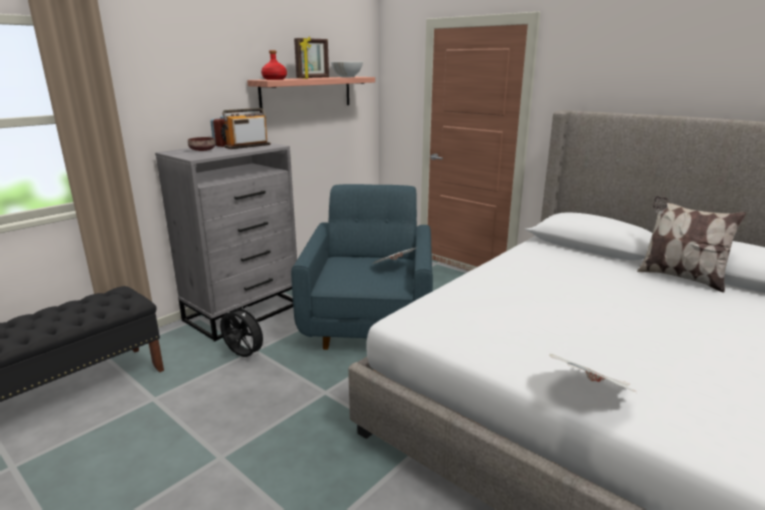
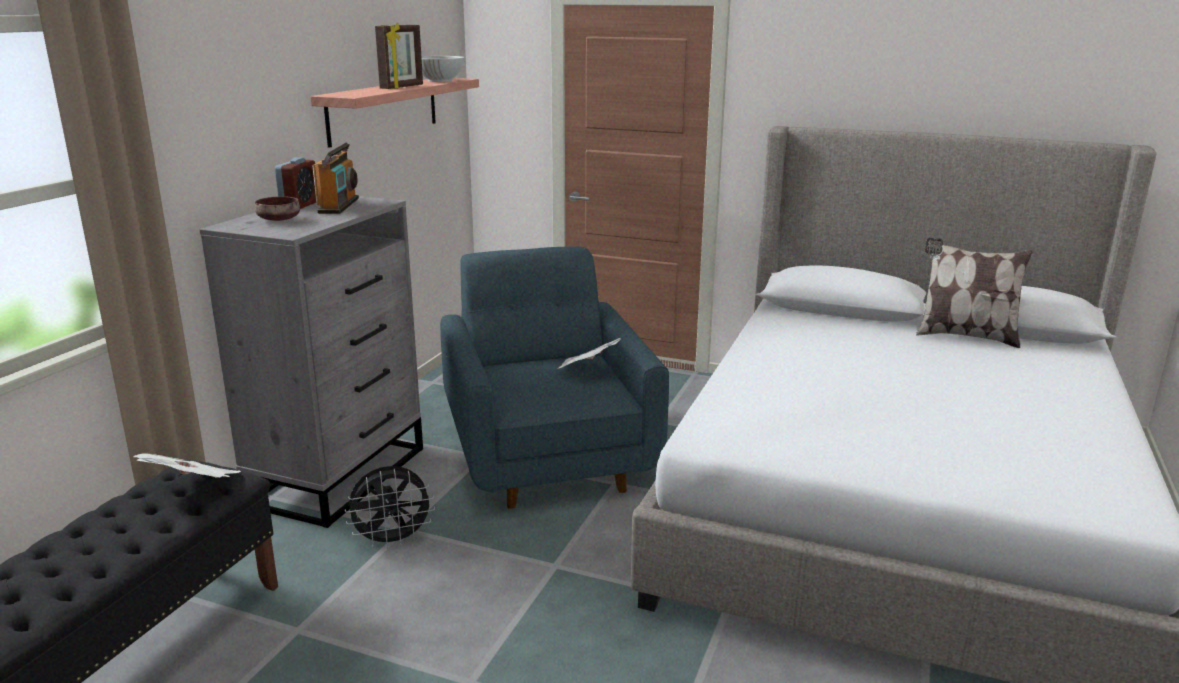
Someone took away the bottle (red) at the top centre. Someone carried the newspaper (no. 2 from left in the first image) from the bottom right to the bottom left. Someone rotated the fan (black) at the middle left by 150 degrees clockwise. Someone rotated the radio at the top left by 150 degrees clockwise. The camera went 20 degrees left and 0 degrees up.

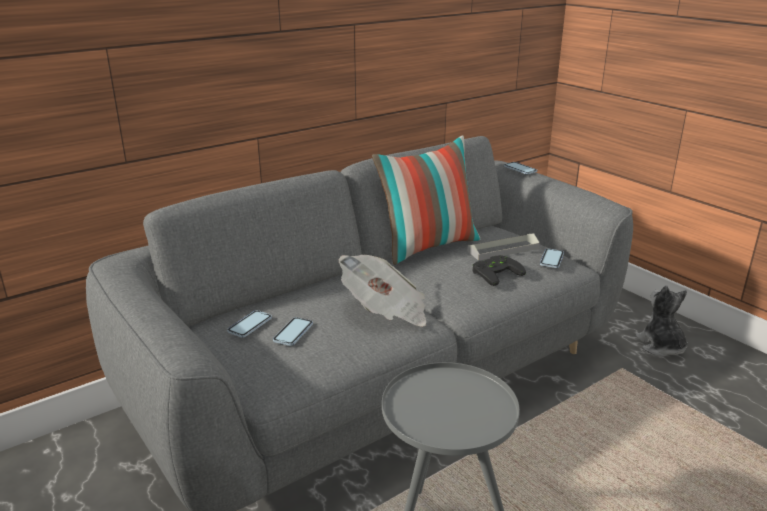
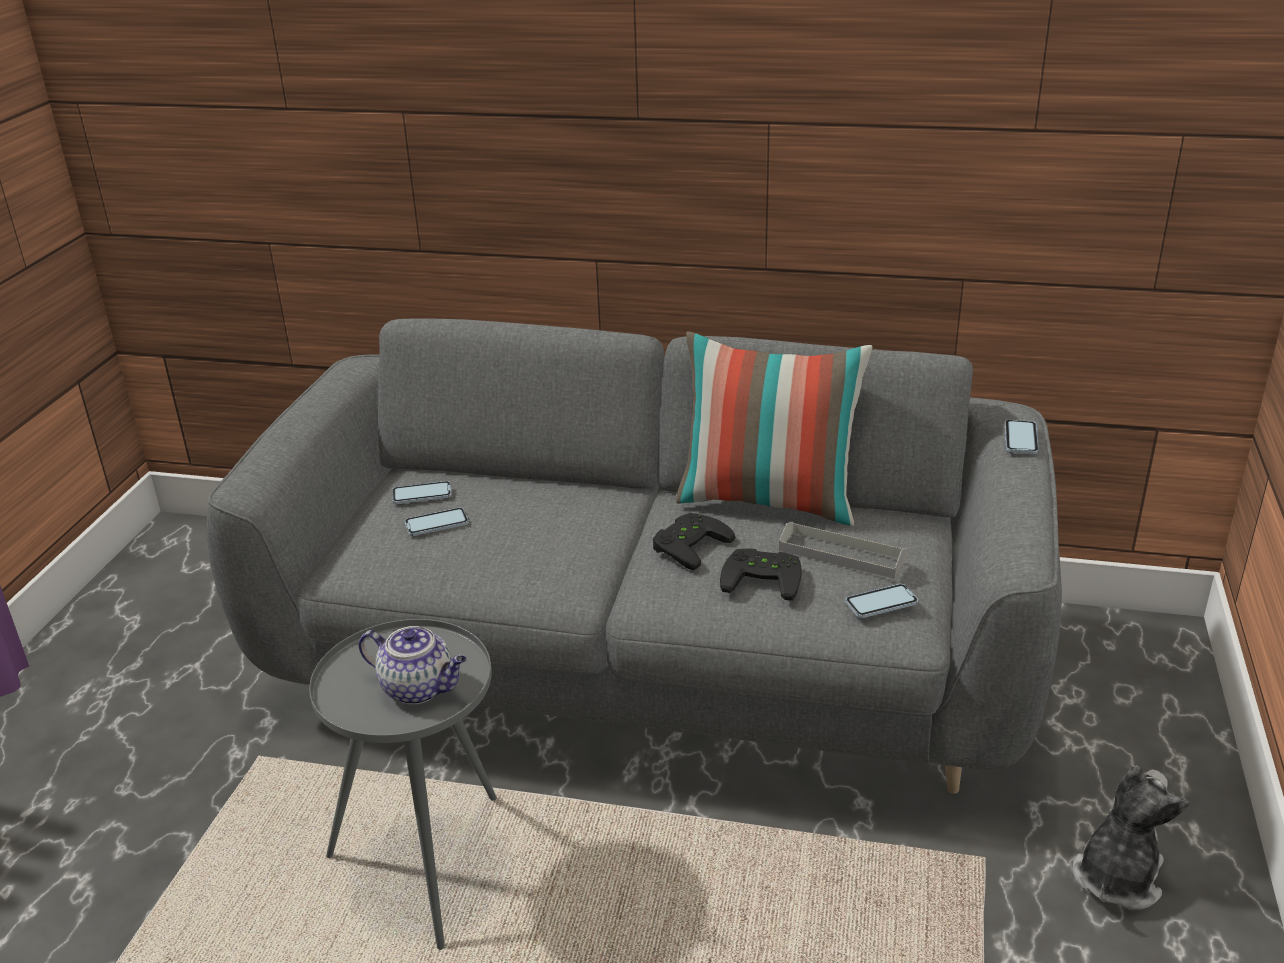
Someone took away the newspaper at the centre. Someone put down the teapot at the bottom left. Someone put down the game controller (black) (no. 1 from left) at the centre. The camera went 50 degrees right and 5 degrees up.

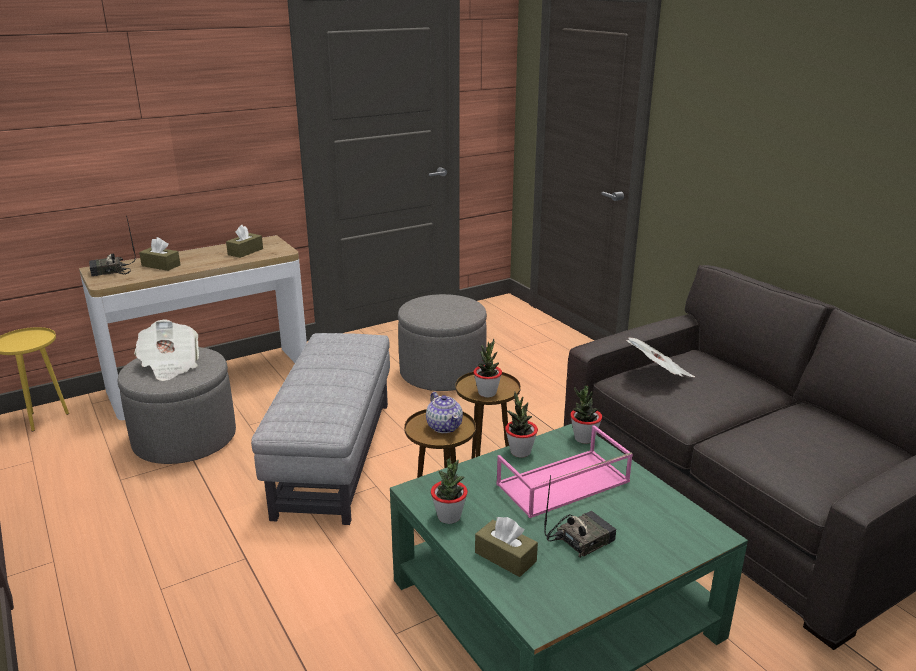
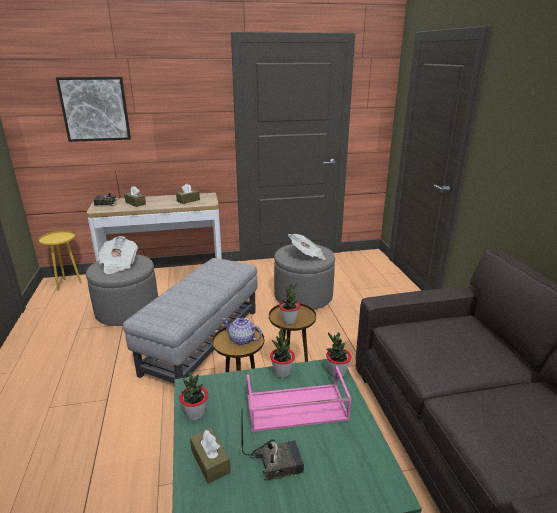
Someone put up the picture at the top left. Someone carried the newspaper (no. 2 from left) from the middle right to the centre. Someone rotated the teapot at the centre by 120 degrees clockwise. The camera went 20 degrees right and 0 degrees up.

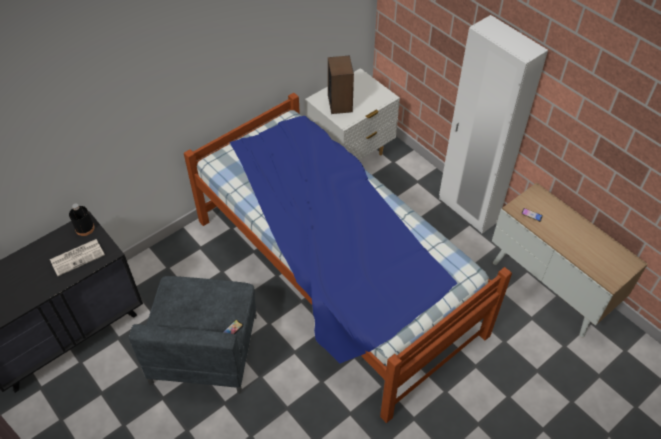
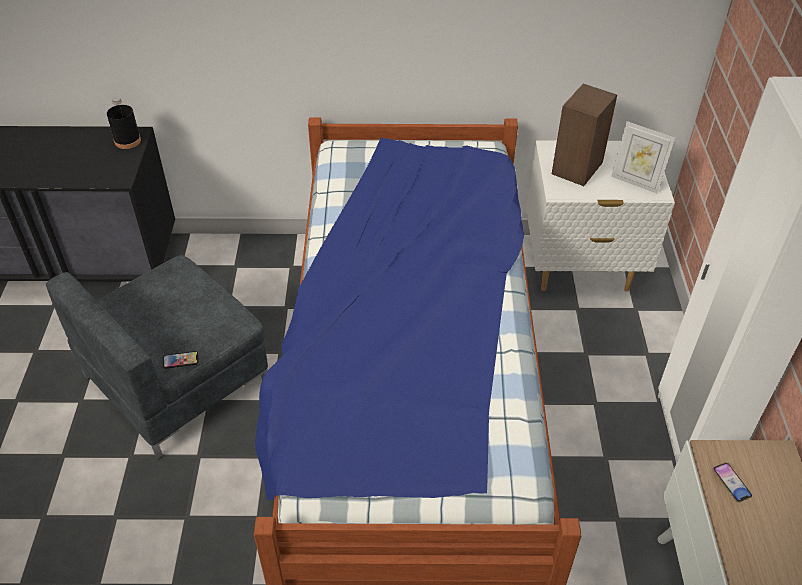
Someone took away the newspaper at the middle left. Someone put down the picture frame at the top right. The camera went 40 degrees right and 5 degrees down.

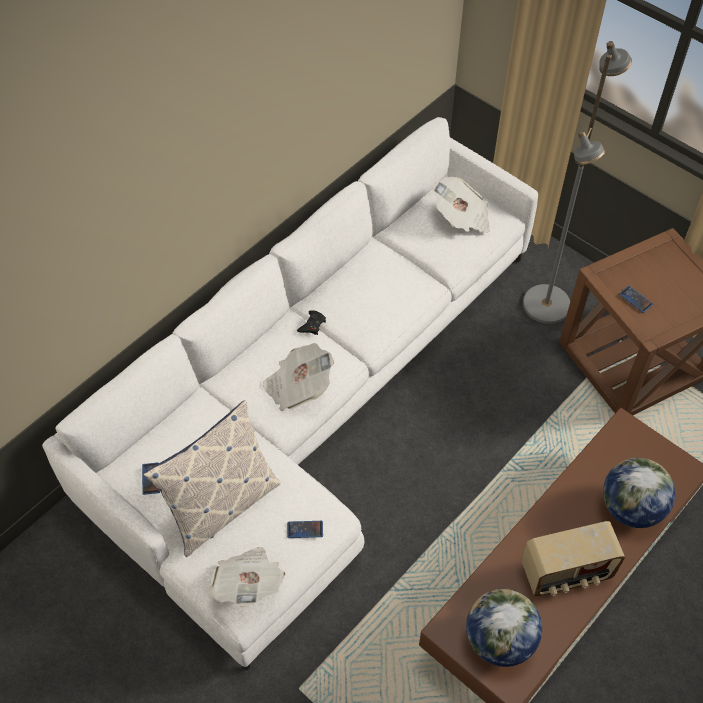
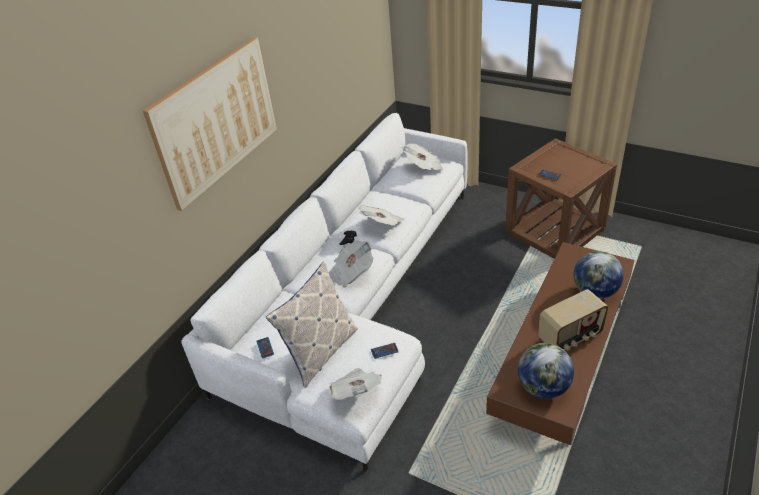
Someone took away the floor lamp (grey) at the top right. Someone put up the picture at the top left. Someone put down the newspaper (no. 3 from left) at the centre. The camera went 10 degrees left and 15 degrees down.

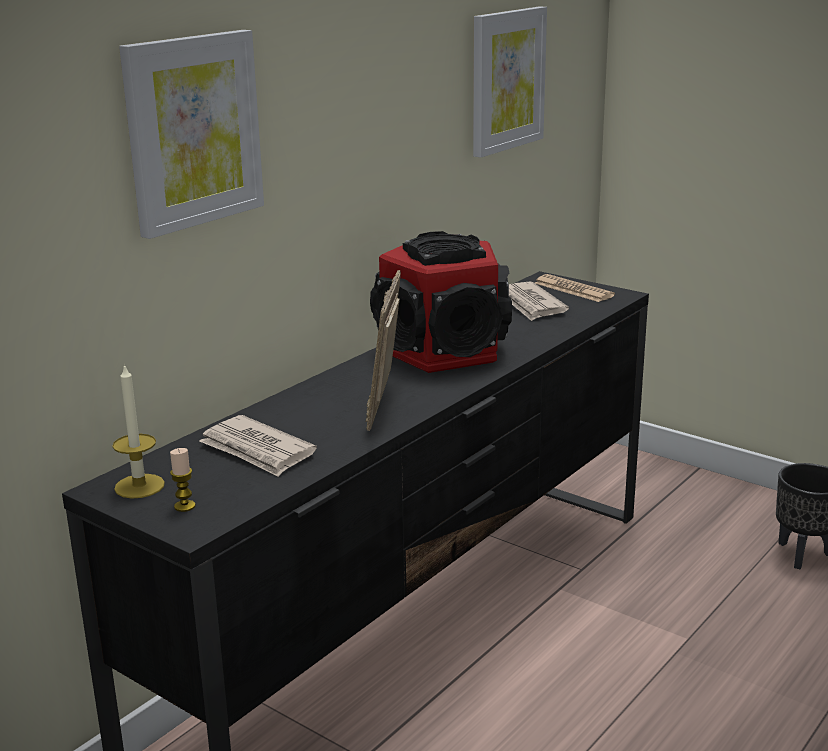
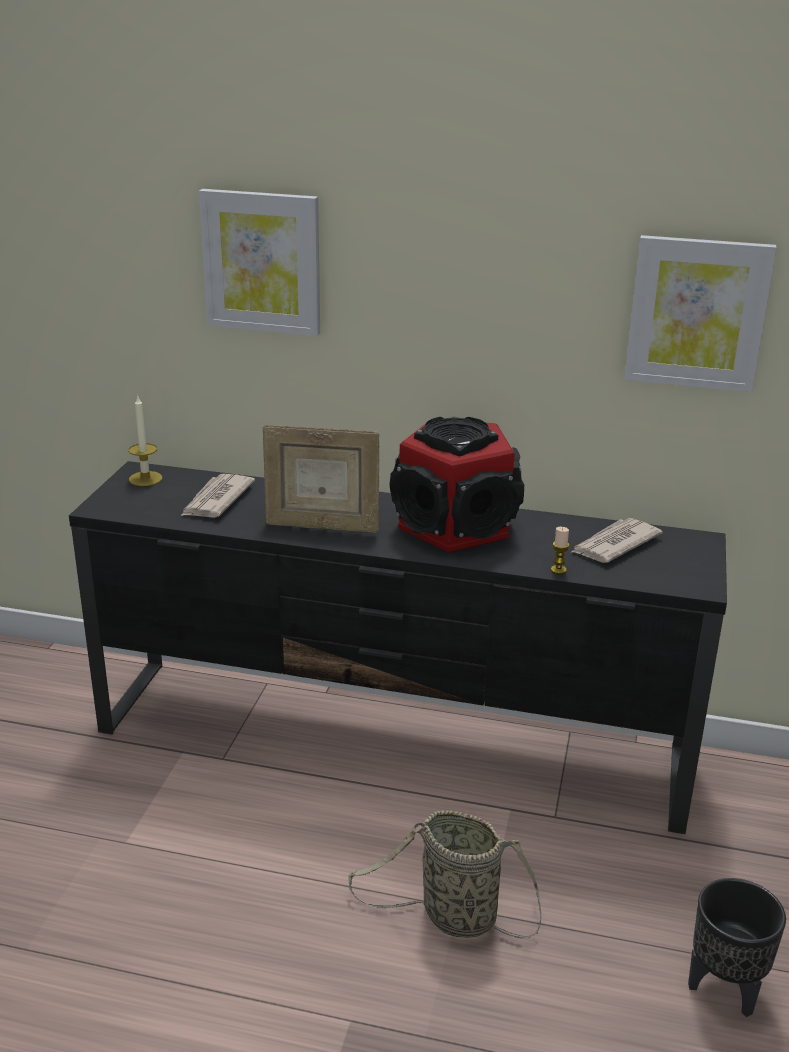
Someone took away the newspaper (no. 3 from left) at the middle right. Someone put down the basket at the bottom centre. Someone carried the candle (no. 2 from left) from the middle left to the middle right. Someone rotated the picture frame at the centre by 150 degrees counterclockwise. The camera went 65 degrees right and 5 degrees up.

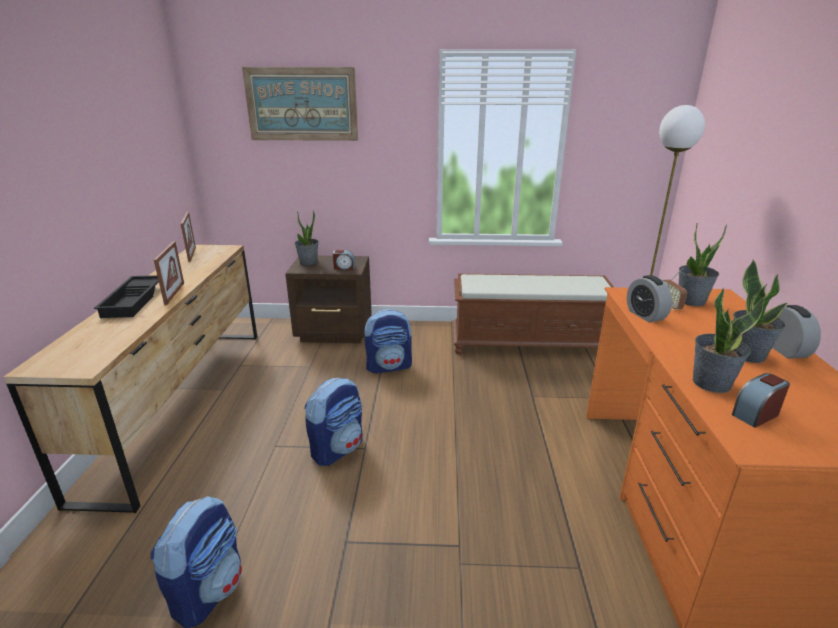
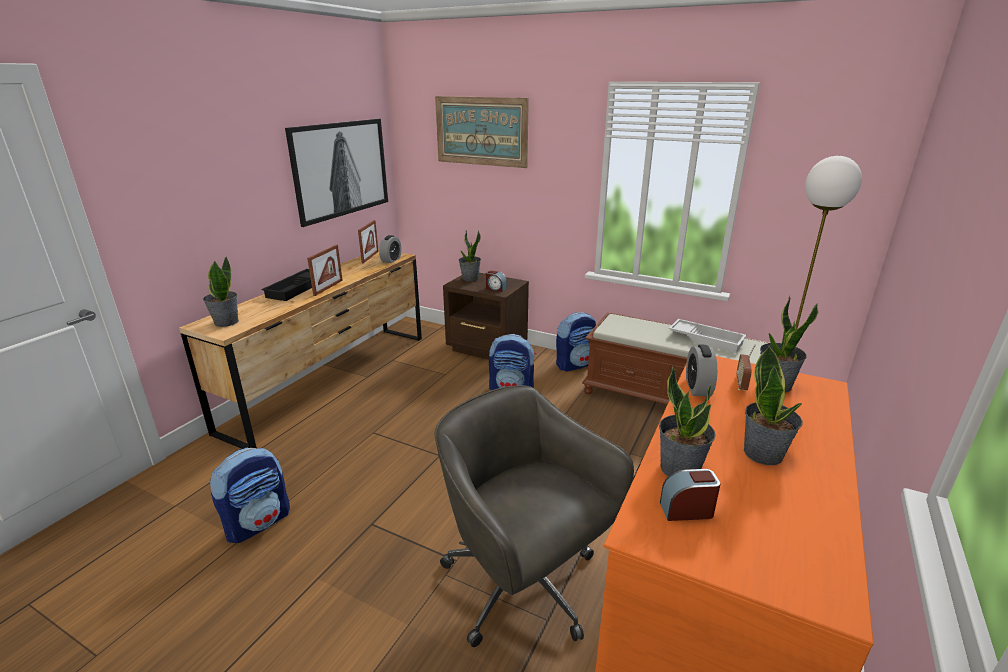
Someone put down the potted plant (no. 1 from left) at the middle left. Someone put up the picture (no. 1 from left) at the top centre. Someone put down the office chair (grey) at the bottom centre. Someone put down the tray (white) at the middle right. Someone carried the backpack (no. 2 from left in the first image) from the bottom centre to the centre. Someone carried the alarm clock (no. 4 from left in the first image) from the middle right to the centre. The camera went 25 degrees right and 0 degrees up.

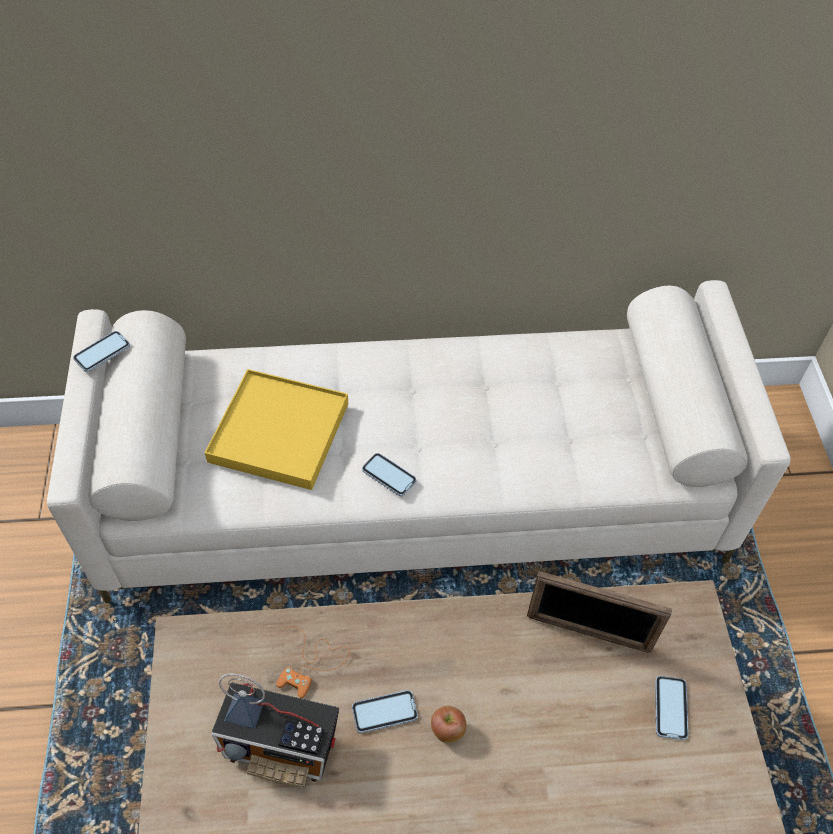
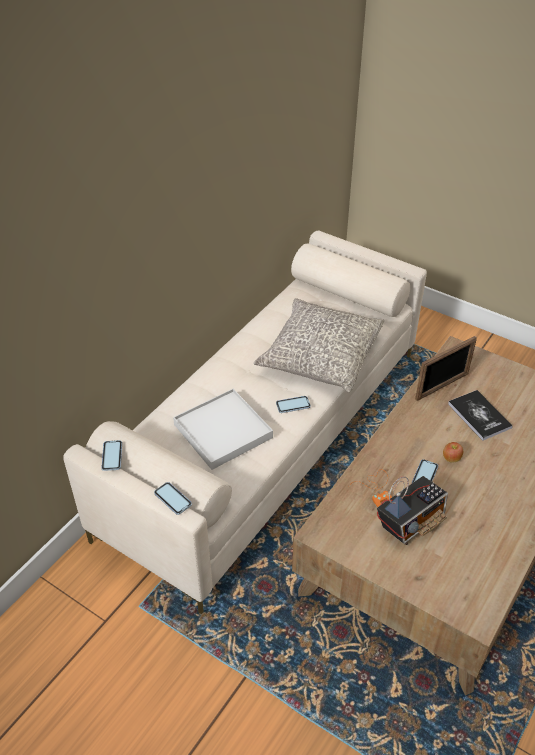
Someone put down the pillow (grey) at the centre. Someone put down the book at the middle right. Someone carried the phone (no. 4 from left in the first image) from the bottom right to the middle left. Someone repainted the tray (yellow) at the middle left, which became the tray (white) at the centre. The camera went 50 degrees left and 10 degrees down.

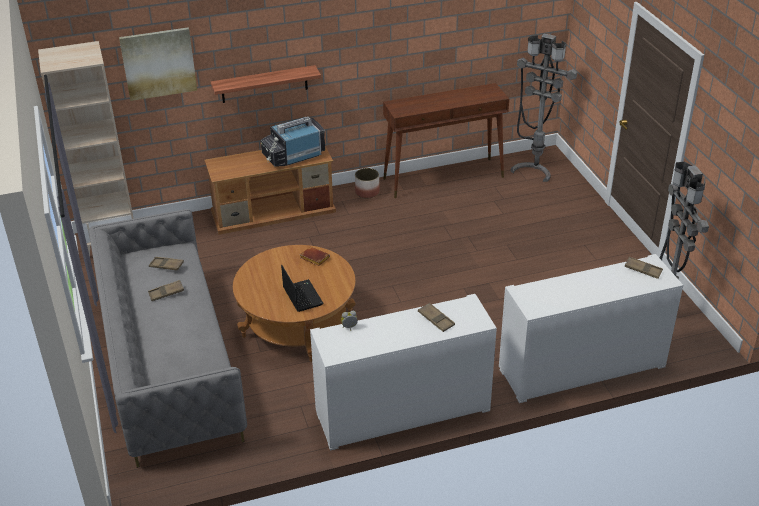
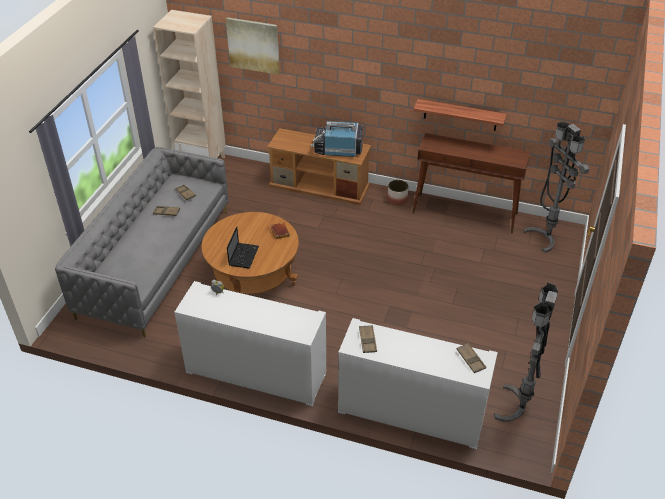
Someone carried the shelf from the top centre to the top right. Someone carried the tray (brown) (no. 3 from left) from the centre to the bottom centre. The camera went 35 degrees right and 5 degrees up.

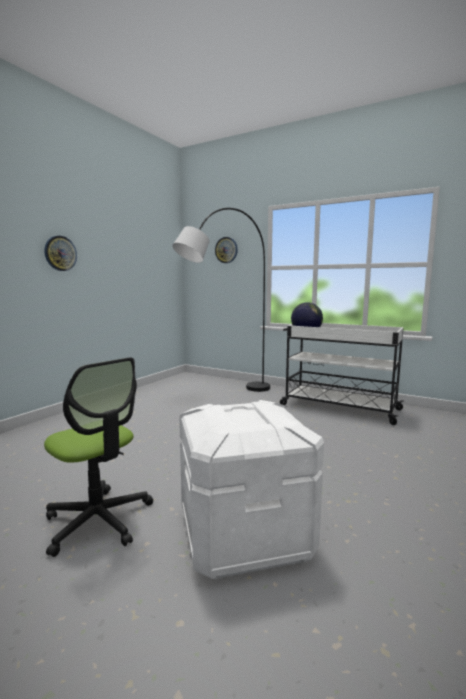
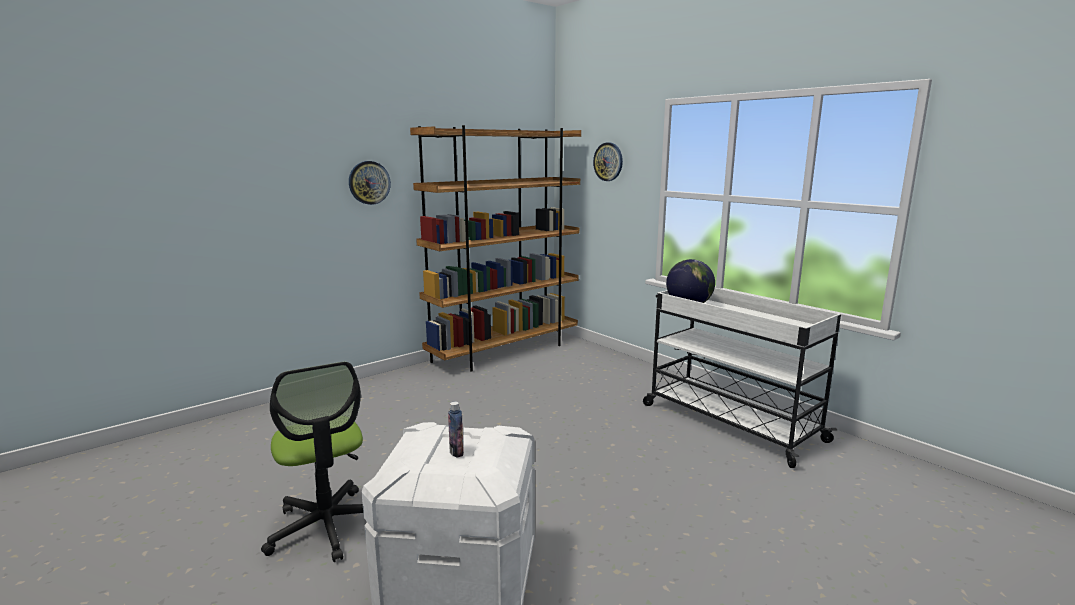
Someone took away the floor lamp (black) at the centre. Someone put down the bookcase (brown) at the centre. Someone put down the bottle at the bottom centre. The camera went 20 degrees right and 5 degrees up.

